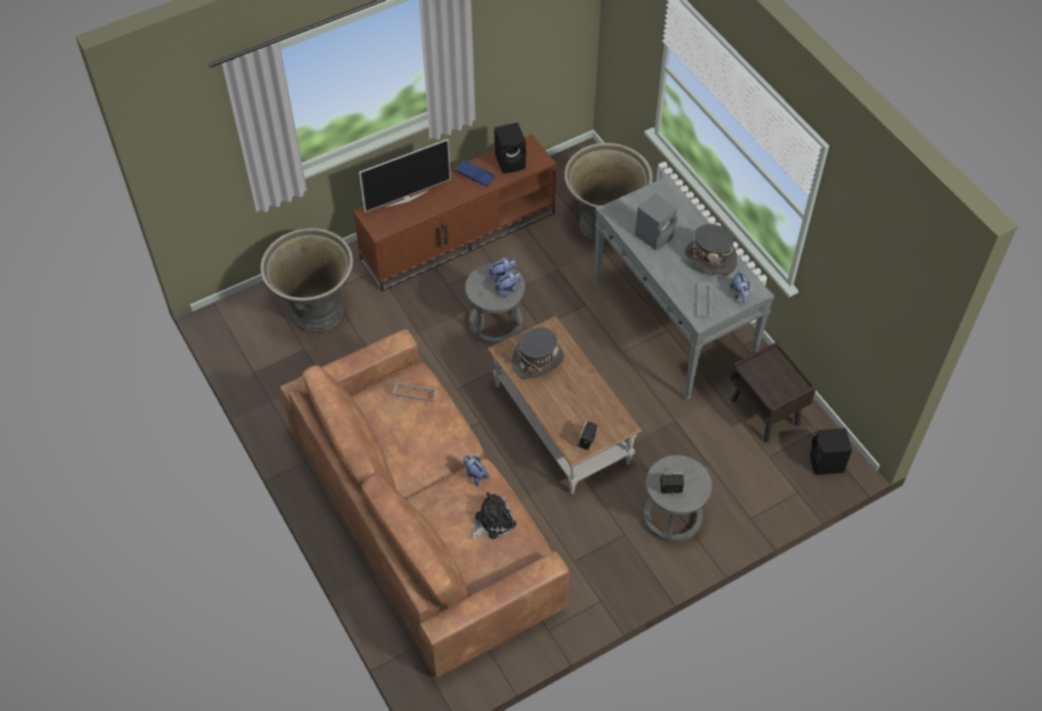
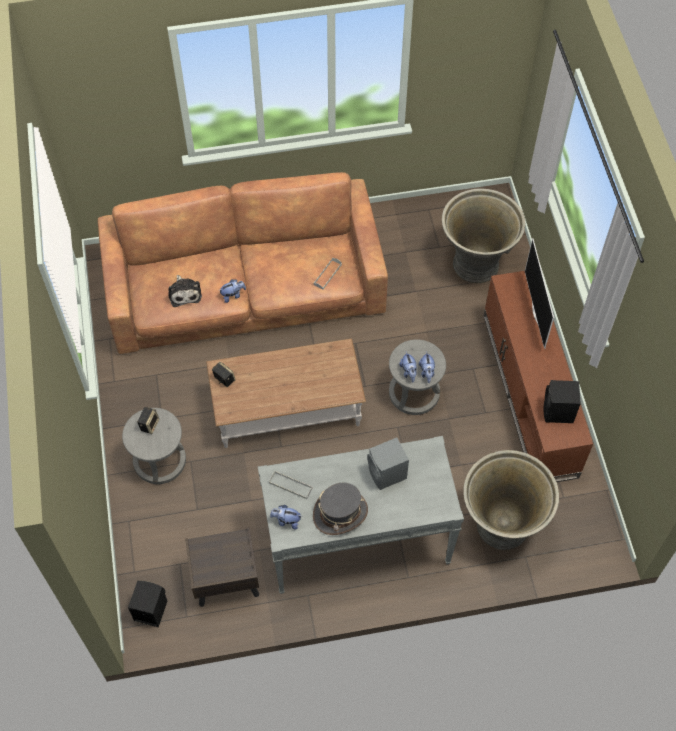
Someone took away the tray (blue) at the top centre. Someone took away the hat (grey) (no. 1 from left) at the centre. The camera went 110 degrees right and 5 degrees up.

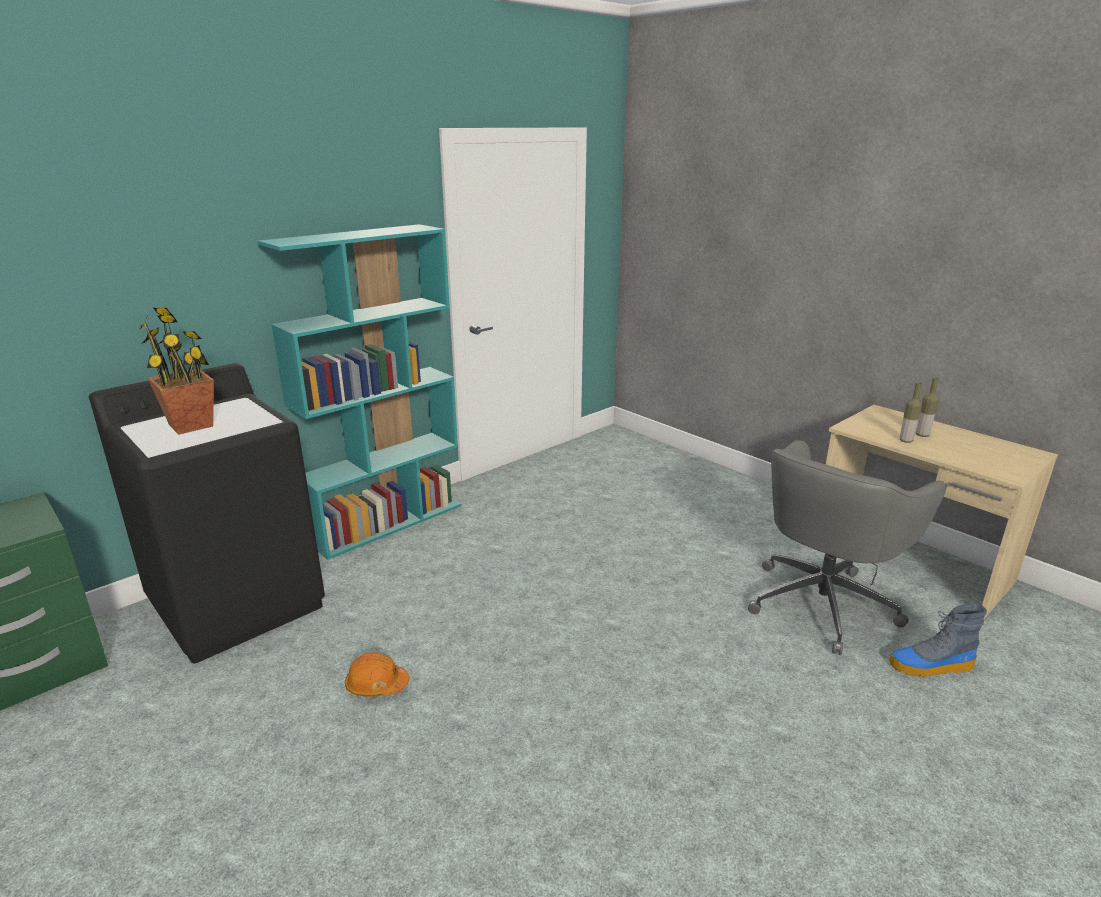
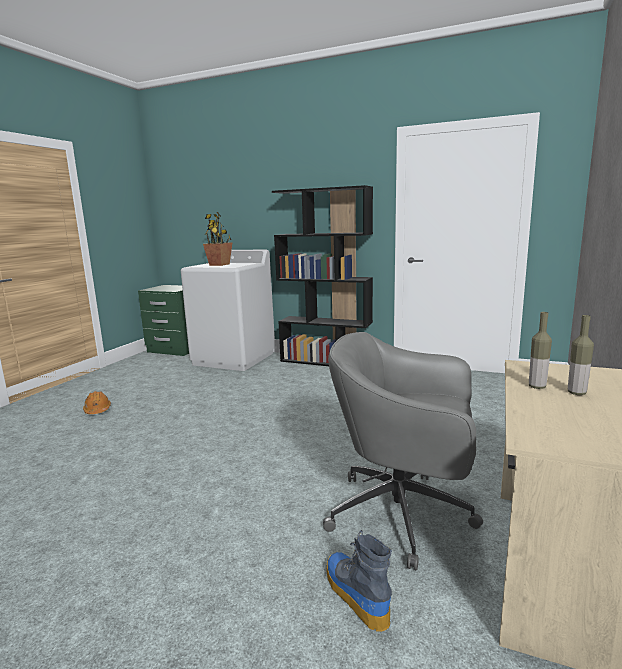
Someone carried the hard hat (orange) from the bottom centre to the middle left. Someone repainted the washing machine (black) at the middle left, which became the washing machine (white) at the centre. Someone repainted the bookcase (turquoise) at the middle left, which became the bookcase (black) at the centre. The camera went 65 degrees right and 10 degrees down.

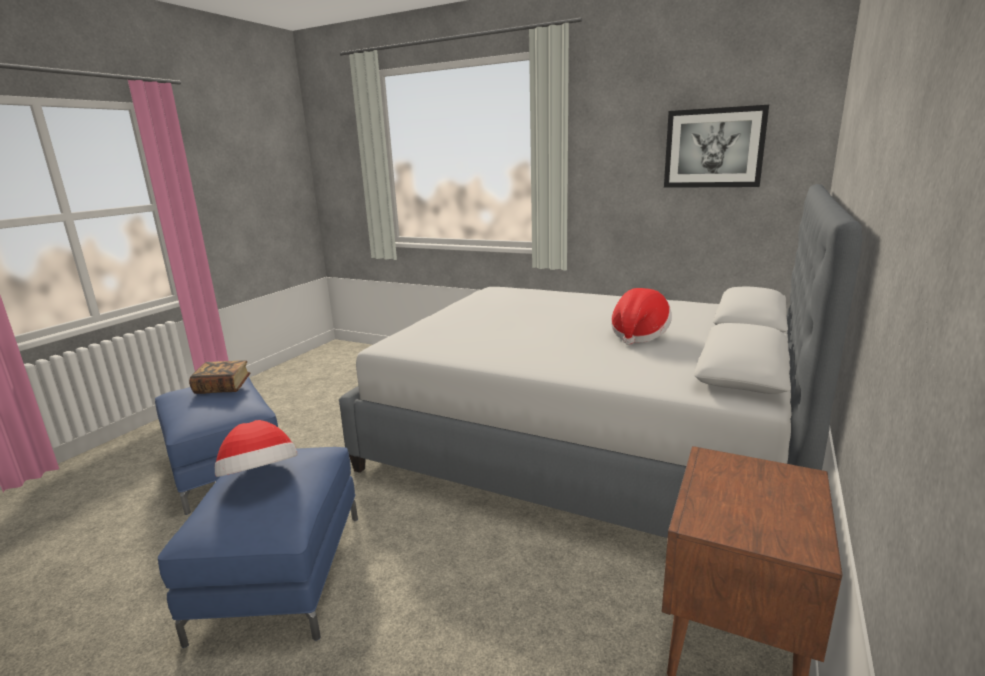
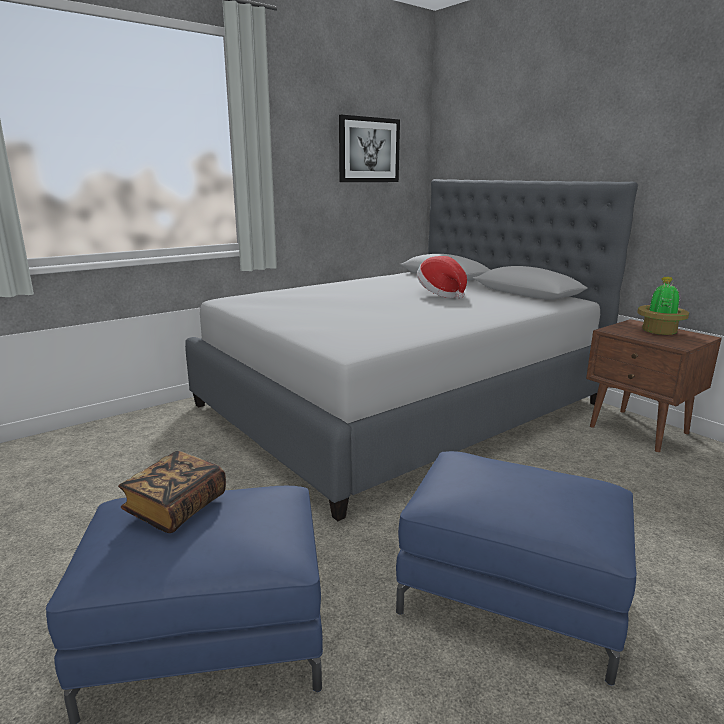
Someone took away the hat (no. 1 from left) at the middle left. Someone put down the potted plant at the middle right. The camera went 65 degrees left and 0 degrees up.

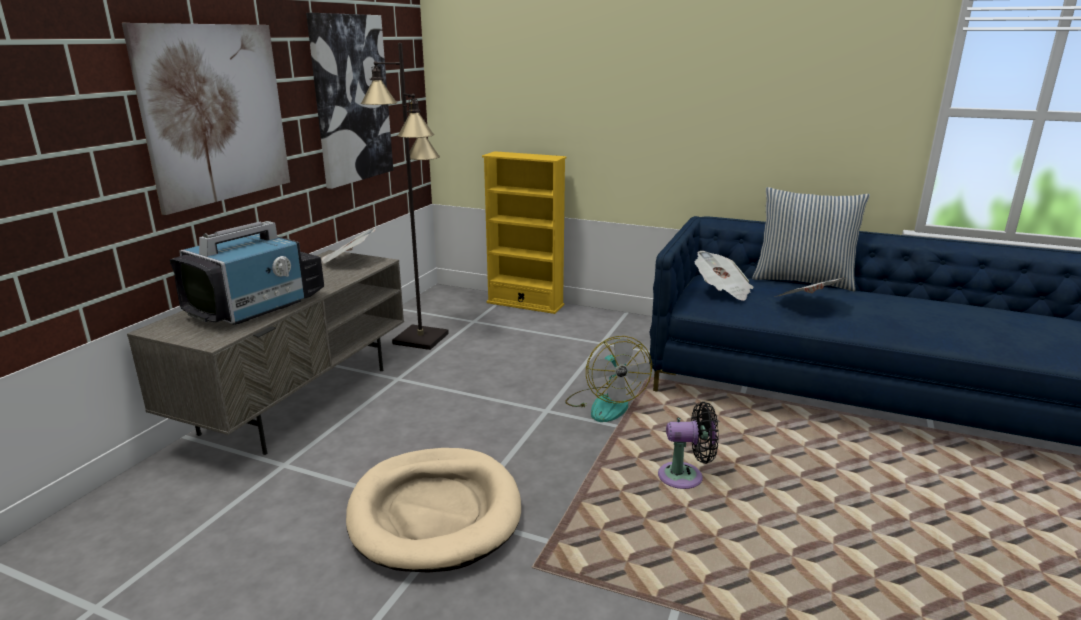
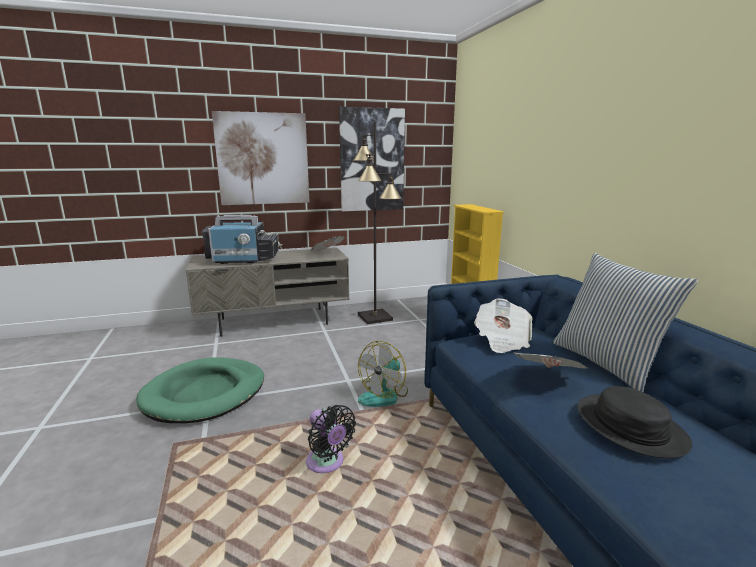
Someone put down the hat (black) at the bottom right. Someone repainted the dog bed (beige) at the bottom centre, which became the dog bed (green) at the bottom left. The camera went 50 degrees right and 5 degrees down.

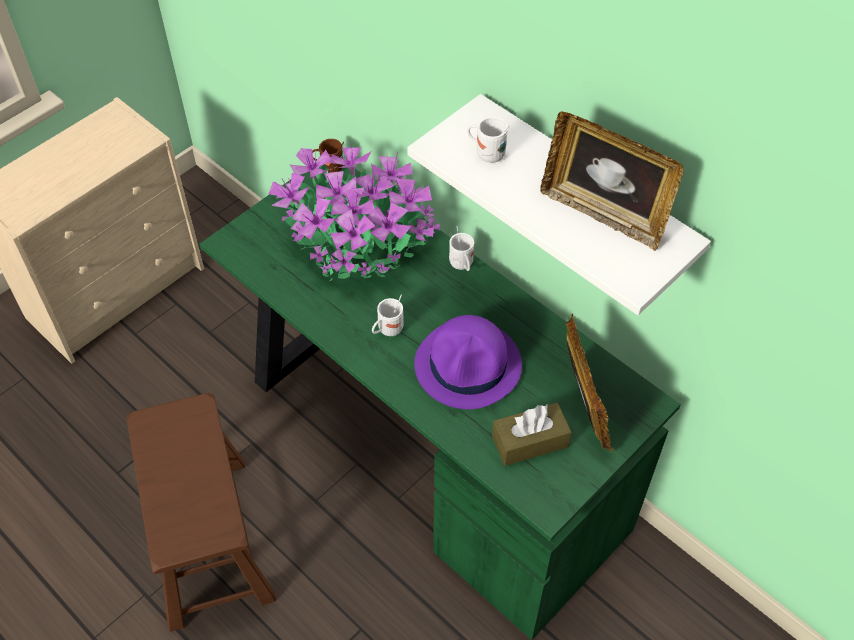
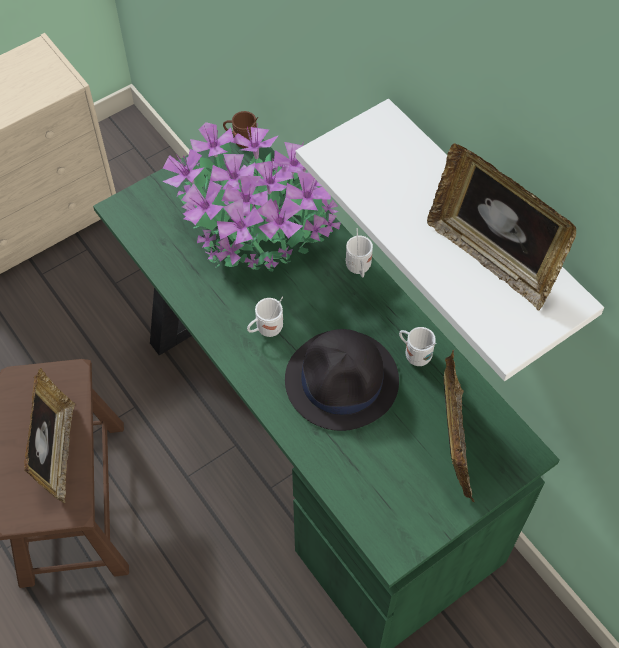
Someone took away the tissue box (brown) at the bottom centre. Someone put down the picture frame (no. 1 from left) at the bottom left. Someone carried the mug (white) (no. 3 from left) from the top centre to the middle right. Someone repainted the hat (purple) at the centre, which became the hat (black) at the centre. The camera went 10 degrees right and 5 degrees up.

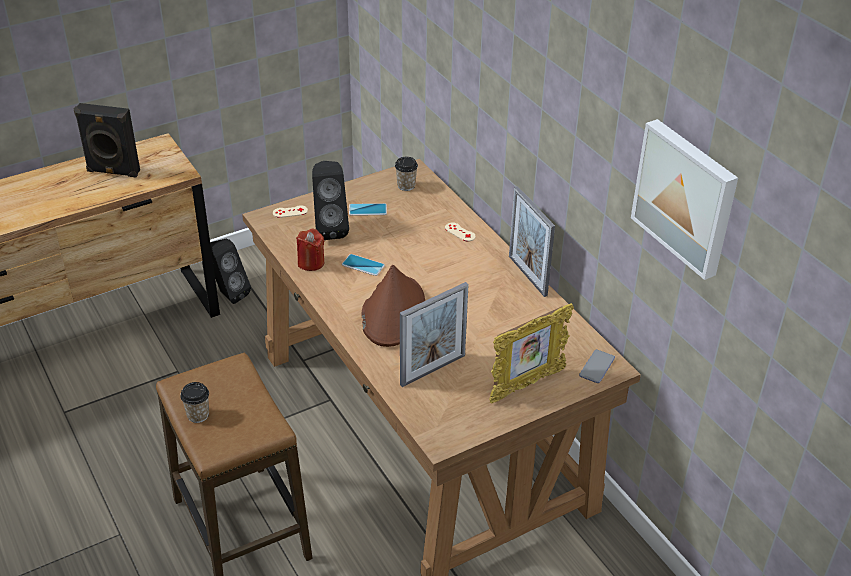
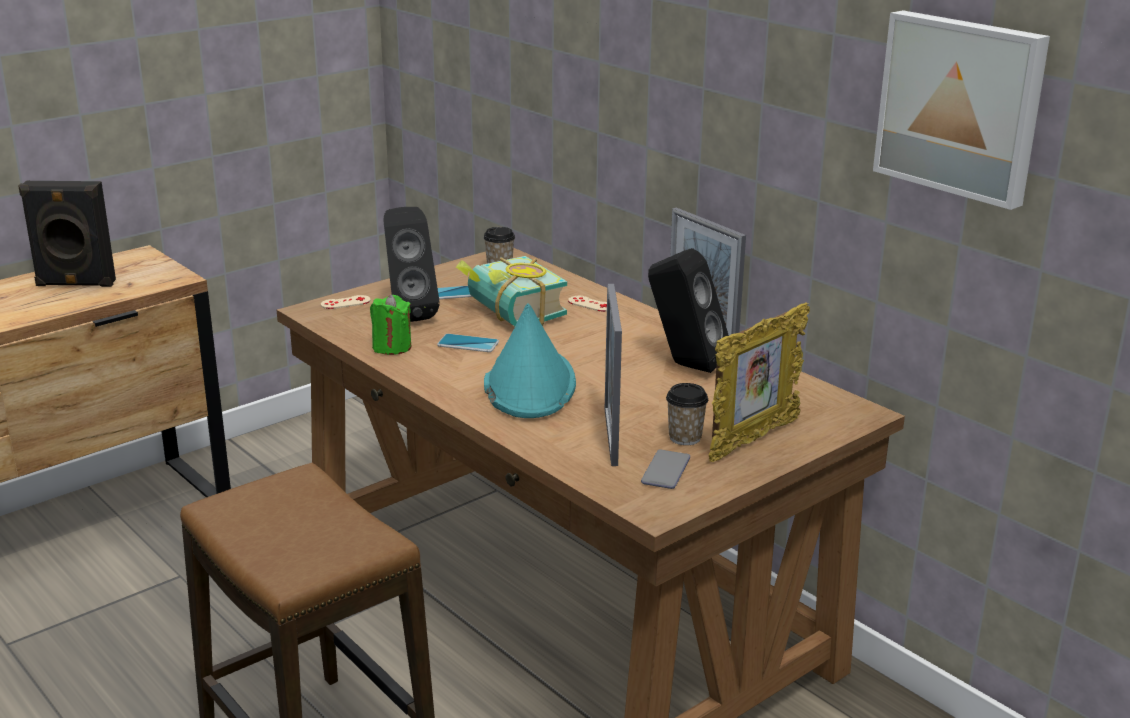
Someone put down the book at the centre. Someone carried the cup (no. 1 from left in the first image) from the bottom left to the centre. Someone carried the speaker (black) (no. 2 from left in the first image) from the middle left to the centre. Someone carried the phone (no. 3 from left) from the middle right to the centre. Someone repainted the candle (red) at the centre, which became the candle (green) at the centre. Someone repainted the hat (brown) at the centre, which became the hat (turquoise) at the centre. Someone rotated the picture frame (no. 1 from left) at the centre by 135 degrees clockwise. The camera went 10 degrees left and 15 degrees down.

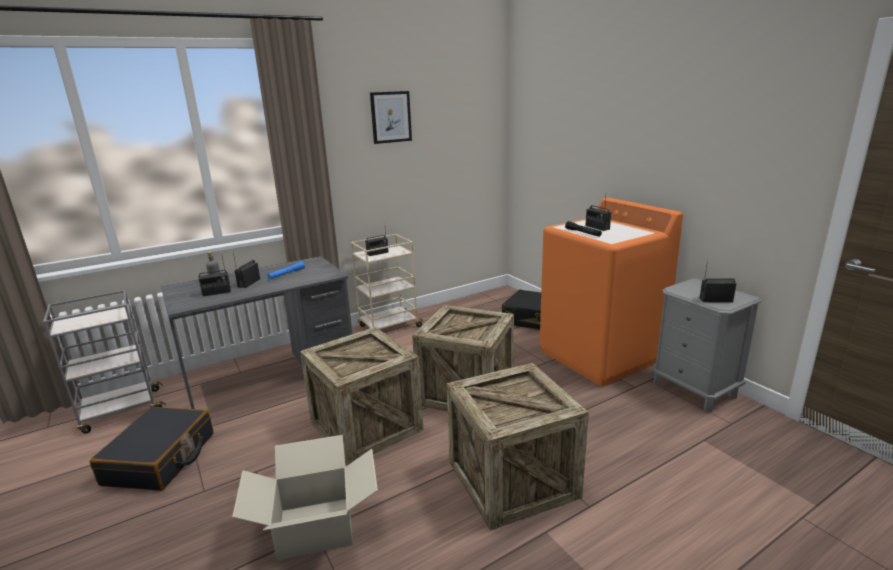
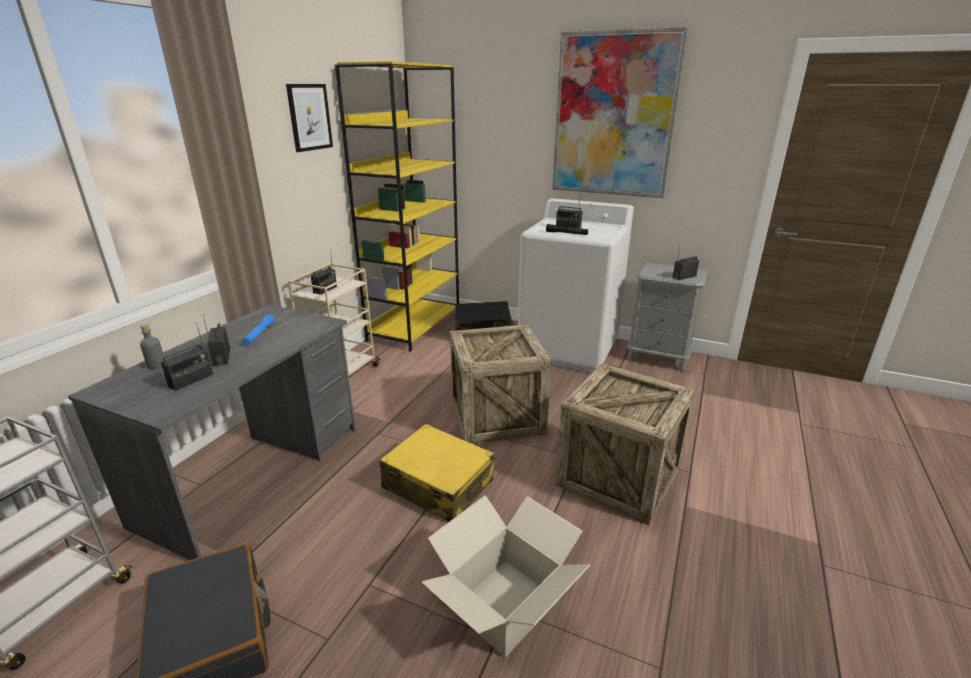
Someone put down the bookcase (yellow) at the top centre. Someone put up the picture (no. 2 from left) at the top centre. Someone swapped the crate (no. 1 from left) at the bottom centre for the suitcase (yellow) at the bottom centre. Someone repainted the washing machine (orange) at the middle right, which became the washing machine (white) at the centre. The camera went 35 degrees left and 5 degrees up.

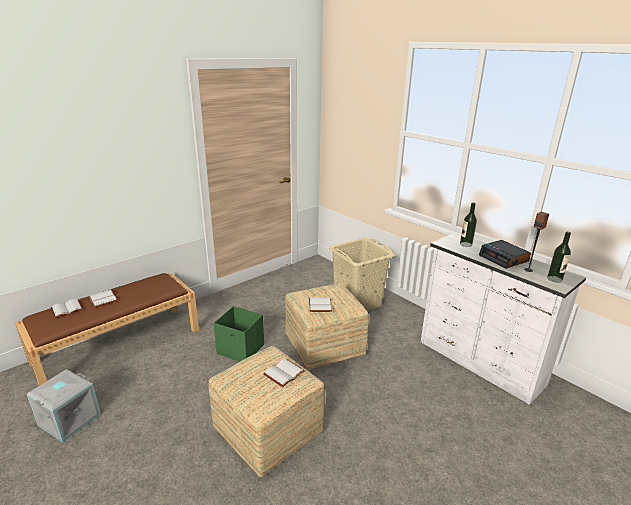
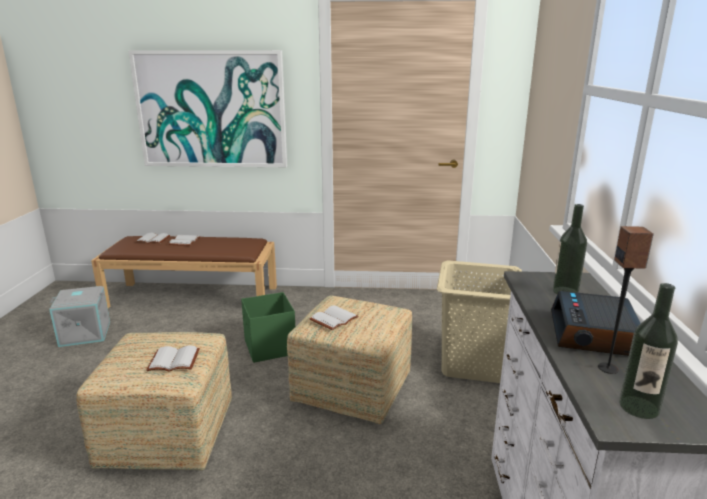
Someone put up the picture at the top left. The camera went 45 degrees right and 5 degrees down.

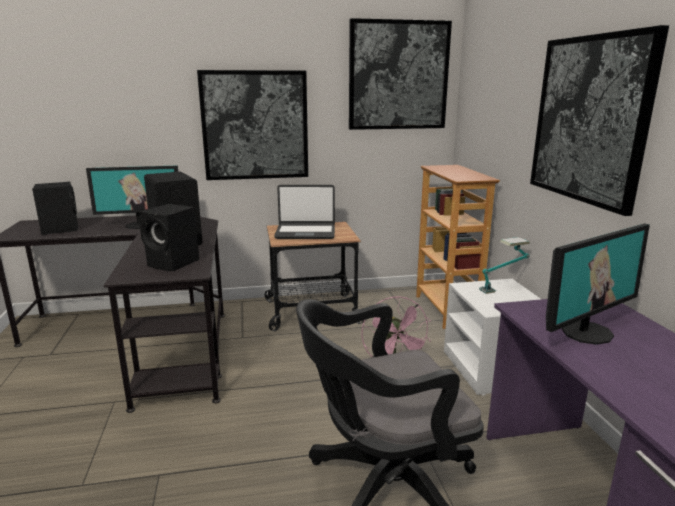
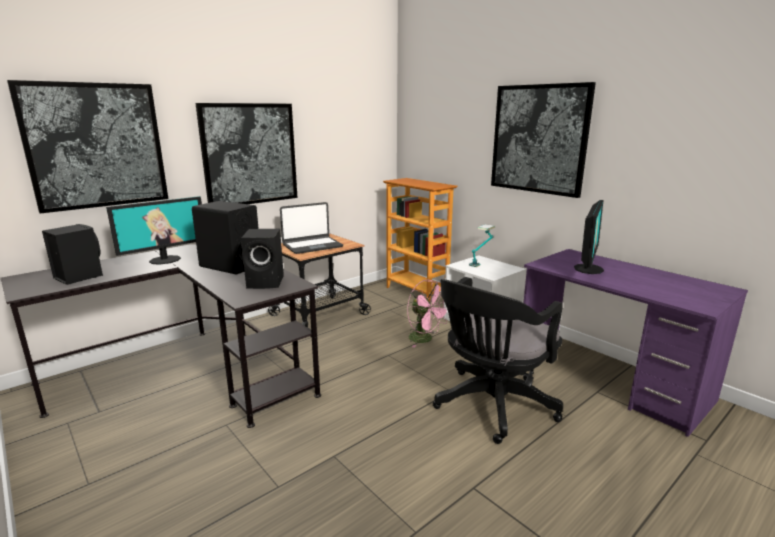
Someone carried the picture (no. 2 from left in the first image) from the top centre to the top left. The camera went 30 degrees left and 0 degrees up.

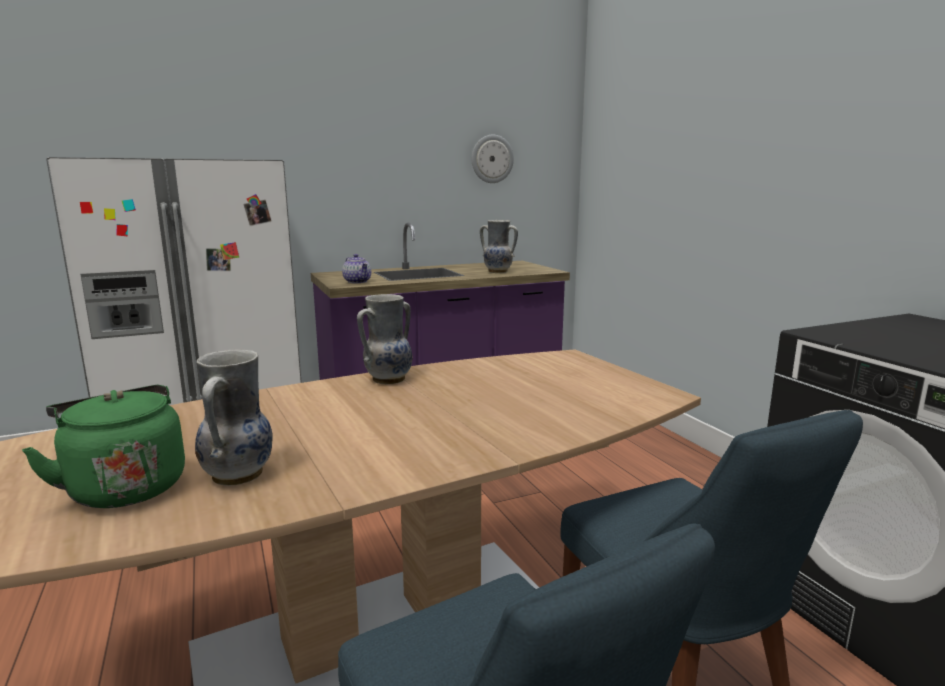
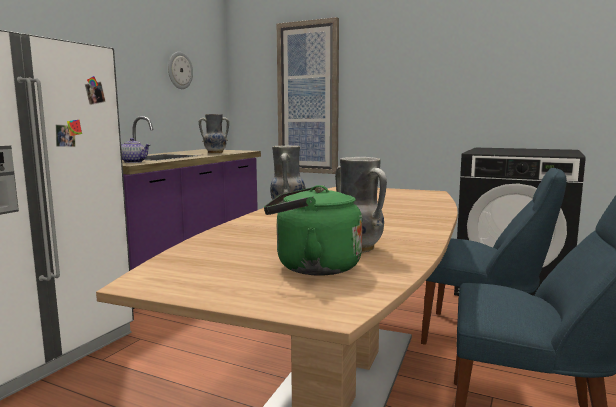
Someone put up the picture at the top centre. The camera went 40 degrees left and 5 degrees down.

